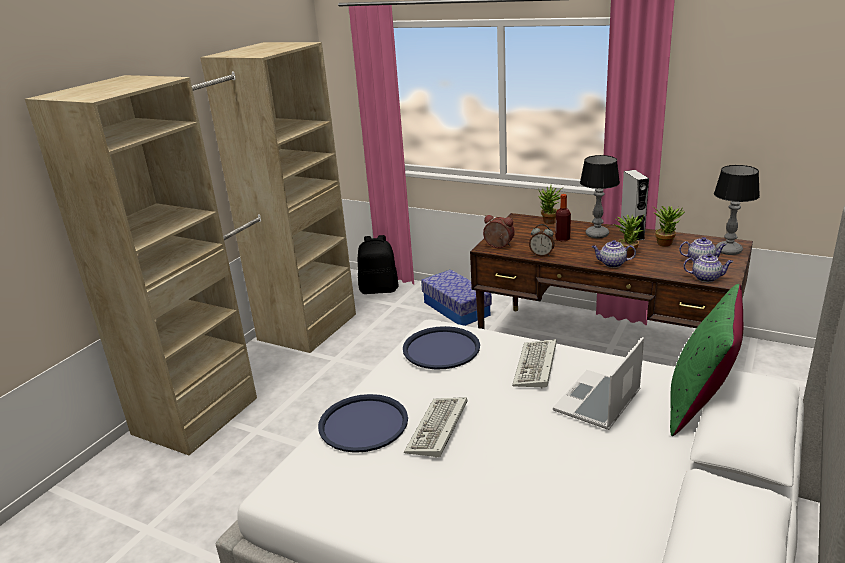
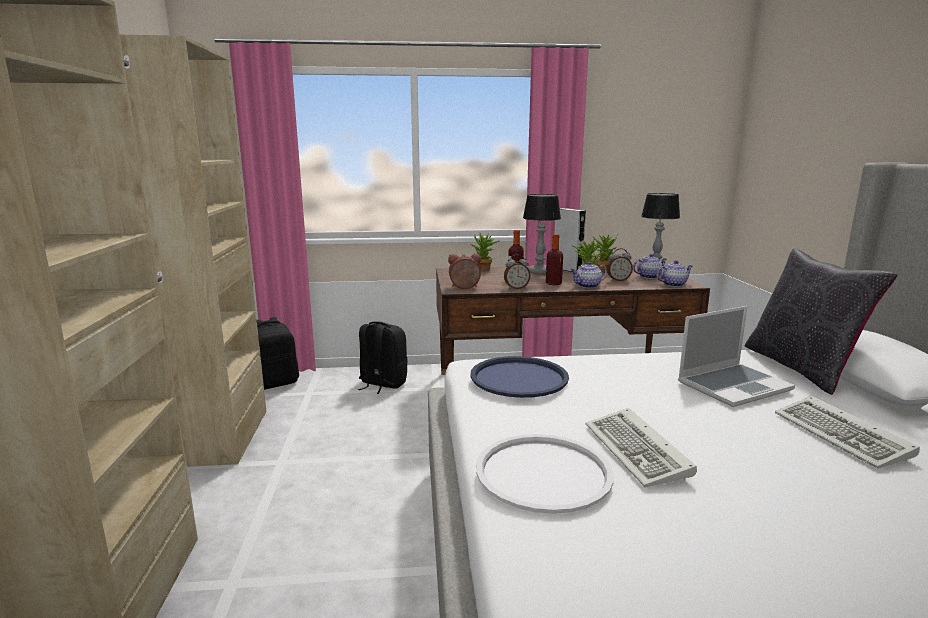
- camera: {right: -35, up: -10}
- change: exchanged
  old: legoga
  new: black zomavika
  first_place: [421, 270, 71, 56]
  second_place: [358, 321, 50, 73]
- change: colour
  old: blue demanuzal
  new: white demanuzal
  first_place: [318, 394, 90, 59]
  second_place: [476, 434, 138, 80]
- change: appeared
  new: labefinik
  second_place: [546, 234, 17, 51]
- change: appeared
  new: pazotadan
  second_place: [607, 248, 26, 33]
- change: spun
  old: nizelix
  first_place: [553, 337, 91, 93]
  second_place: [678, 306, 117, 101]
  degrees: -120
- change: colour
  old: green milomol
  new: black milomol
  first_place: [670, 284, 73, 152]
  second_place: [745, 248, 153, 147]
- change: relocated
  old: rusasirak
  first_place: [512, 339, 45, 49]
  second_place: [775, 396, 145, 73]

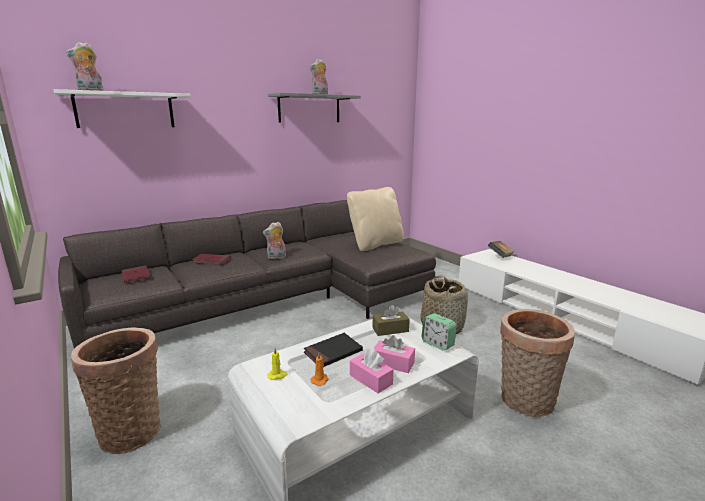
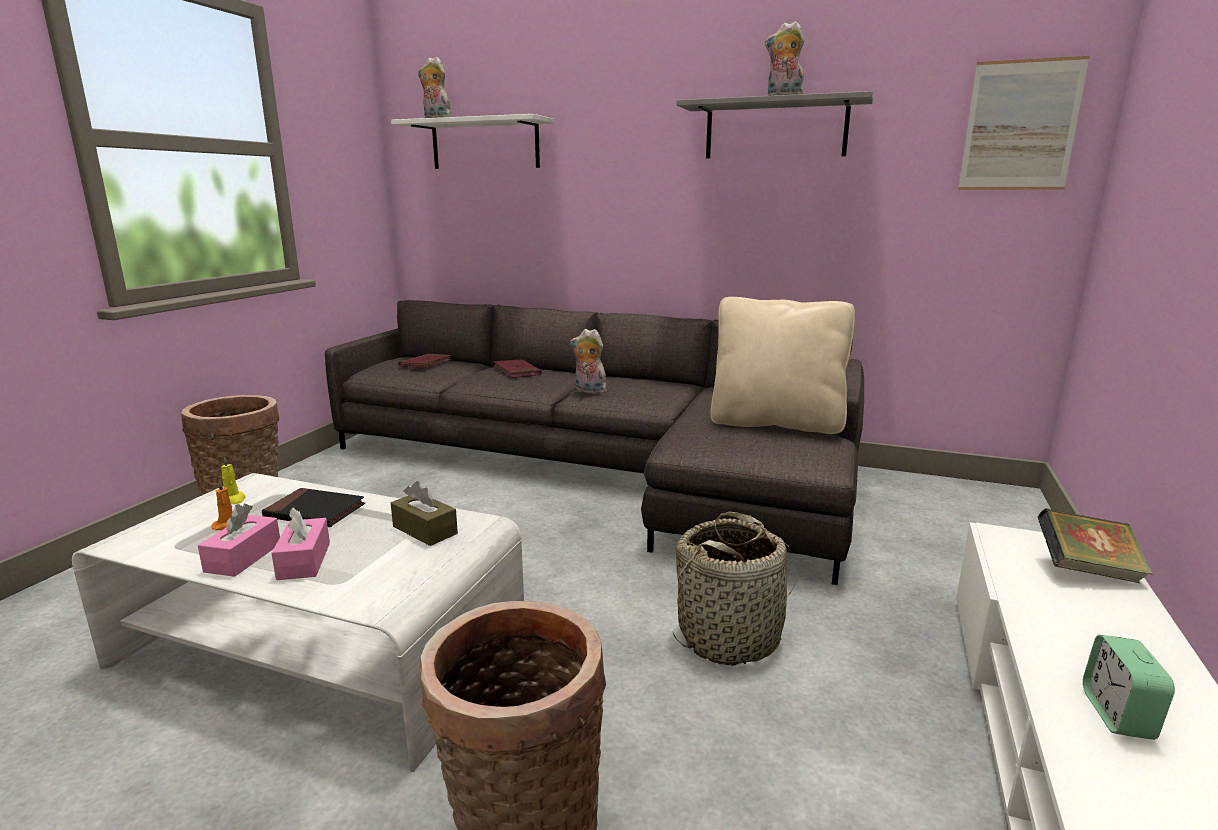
- camera: {right: 55, up: 0}
- change: appeared
  new: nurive
  second_place: [958, 56, 132, 134]
- change: relocated
  old: pazotadan
  first_place: [422, 313, 35, 38]
  second_place: [1083, 635, 92, 105]

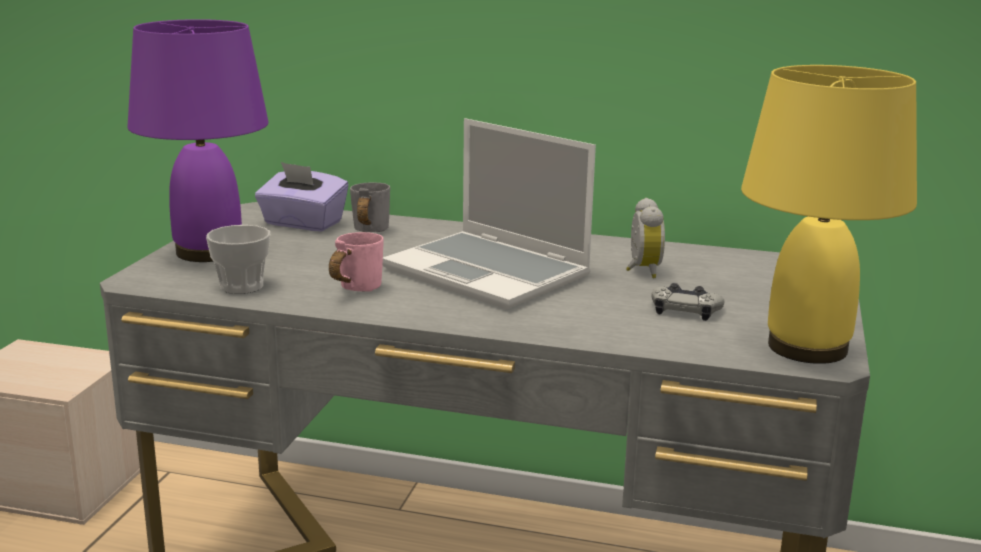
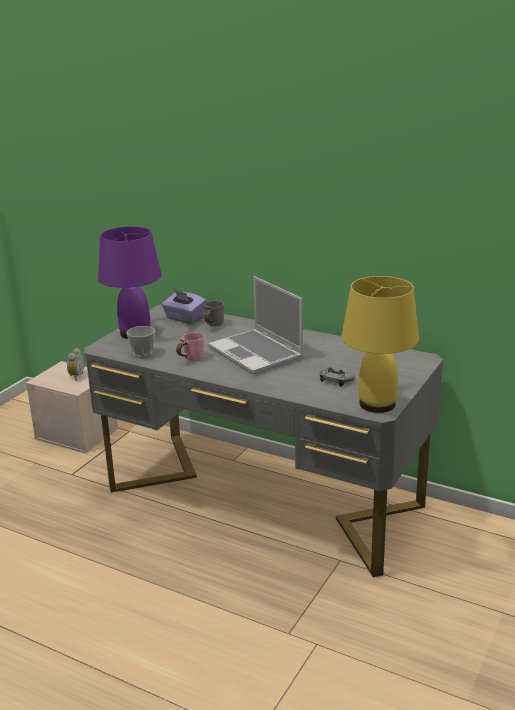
- camera: {right: 15, up: 5}
- change: relocated
  old: pazotadan
  first_place: [626, 198, 39, 80]
  second_place: [67, 348, 18, 33]

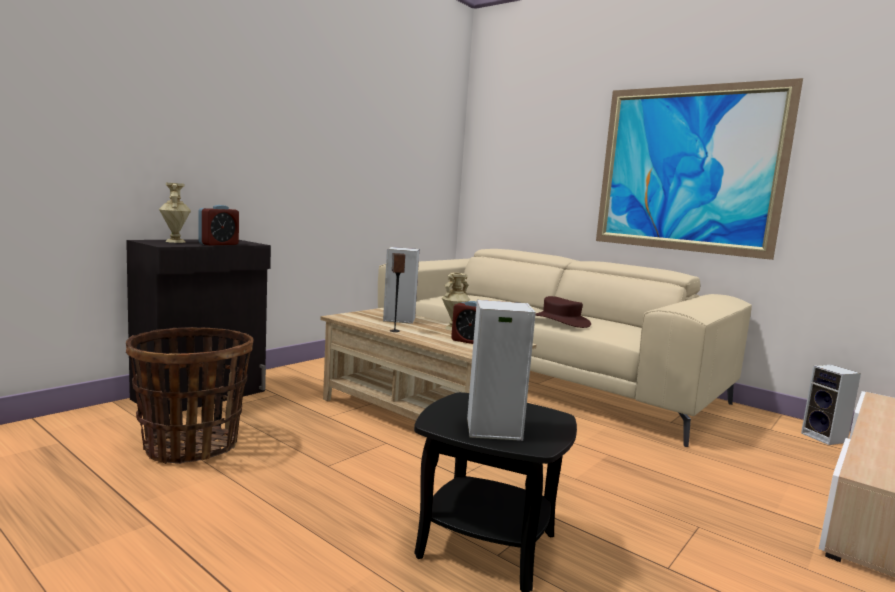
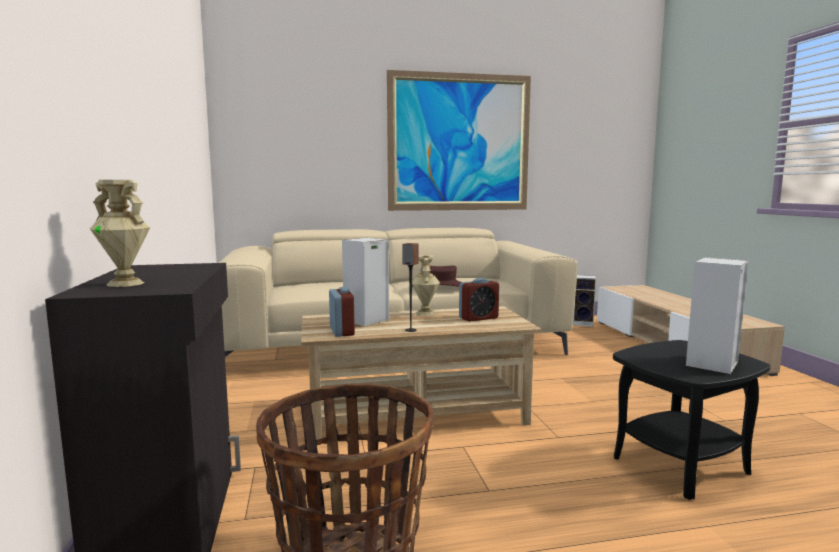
- camera: {right: -50, up: 0}
- change: relocated
  old: pazotadan
  first_place: [199, 205, 40, 41]
  second_place: [329, 287, 26, 50]

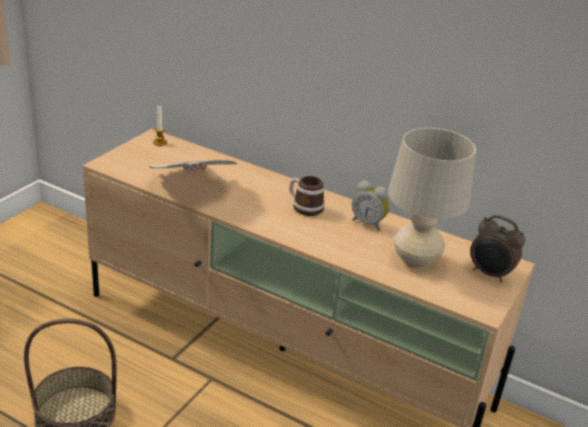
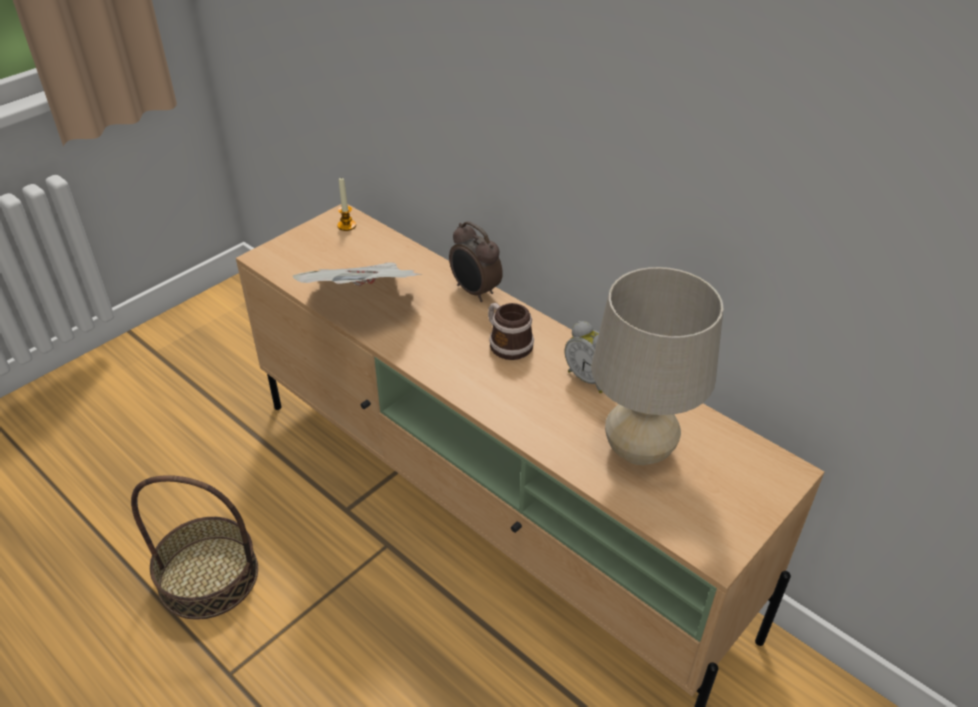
- camera: {right: 15, up: 10}
- change: relocated
  old: pazotadan
  first_place: [470, 215, 55, 67]
  second_place: [449, 221, 54, 81]

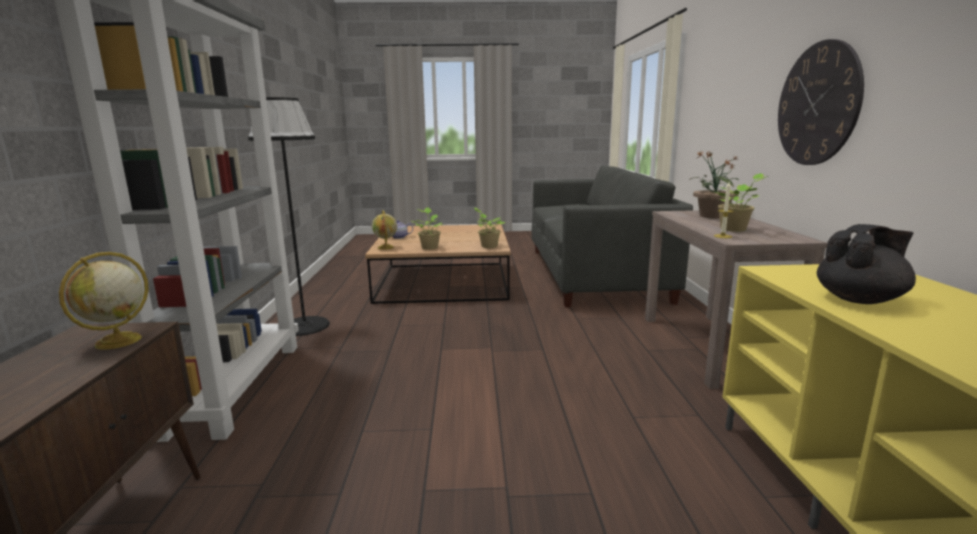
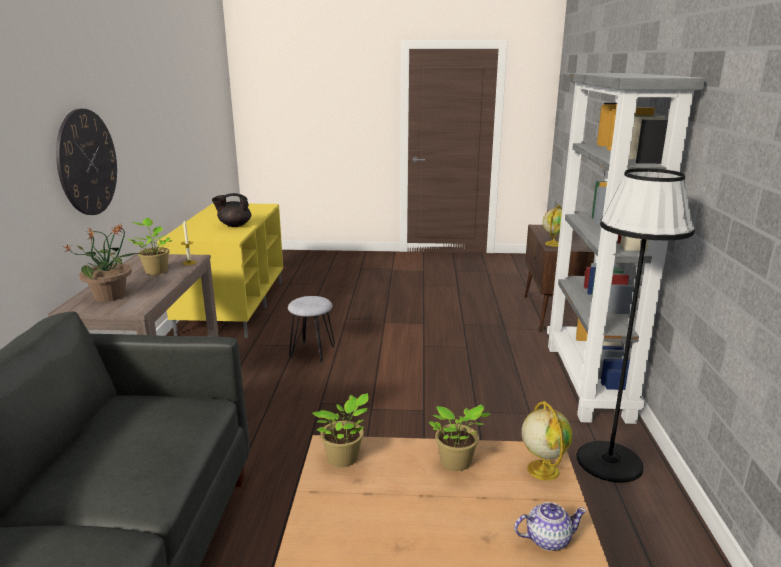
- camera: {right: -175, up: 5}
- change: appeared
  new: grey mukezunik
  second_place: [288, 296, 47, 66]

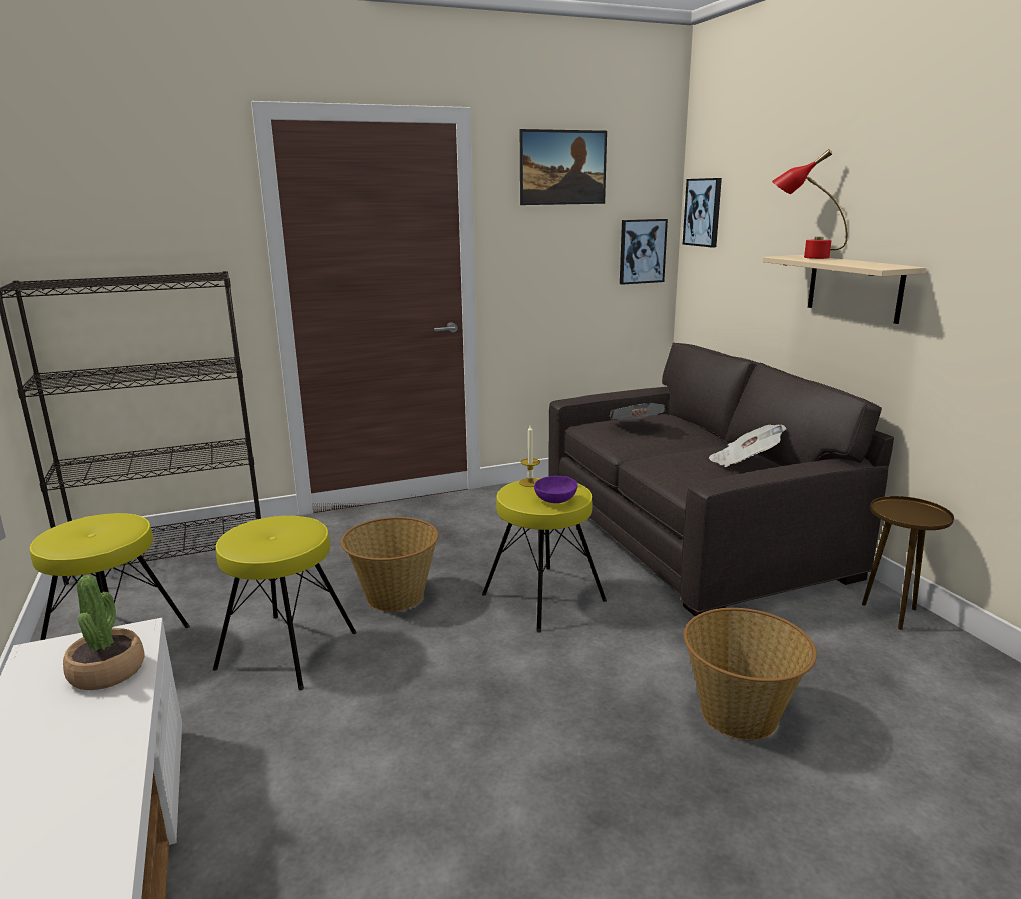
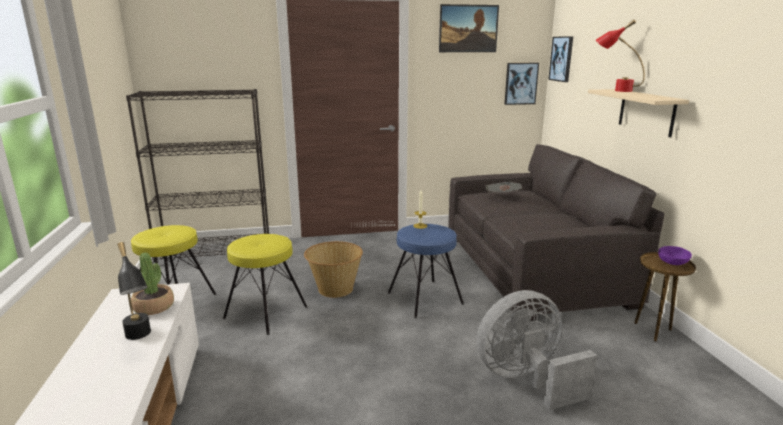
- camera: {right: 10, up: 0}
- change: appeared
  new: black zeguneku
  second_place: [117, 242, 34, 98]
- change: colour
  old: yellow mukezunik
  new: blue mukezunik
  first_place: [482, 478, 125, 155]
  second_place: [388, 224, 76, 94]
- change: exchanged
  old: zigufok
  new: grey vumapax
  first_place: [684, 608, 133, 132]
  second_place: [476, 290, 121, 120]
- change: relocated
  old: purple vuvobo
  first_place: [534, 476, 44, 27]
  second_place: [658, 246, 34, 19]
- change: missing
  old: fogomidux
  first_place: [709, 425, 78, 42]

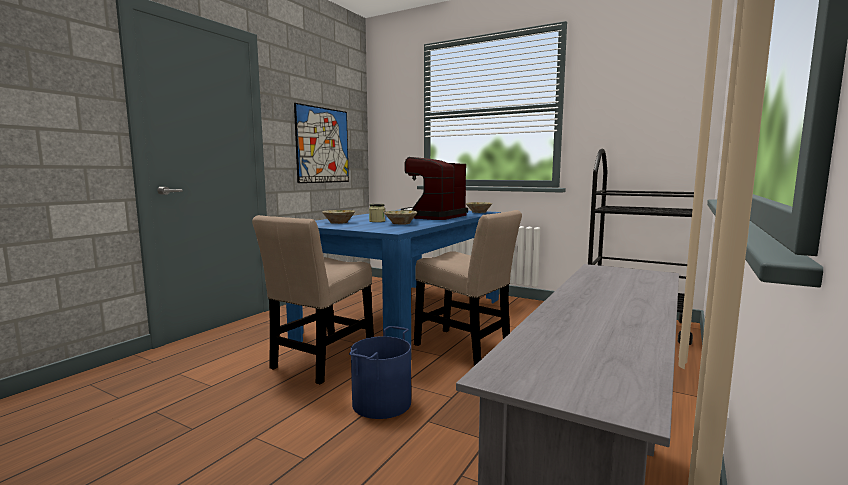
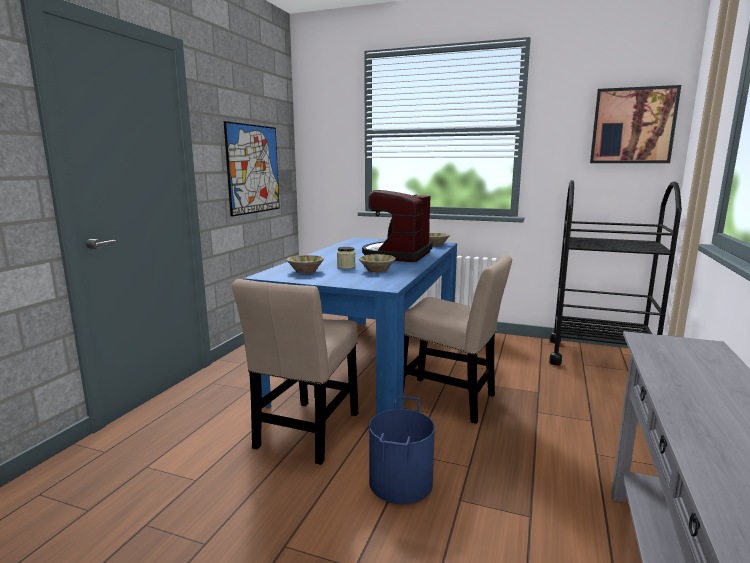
- camera: {right: -10, up: 5}
- change: appeared
  new: nurive
  second_place: [590, 85, 91, 78]

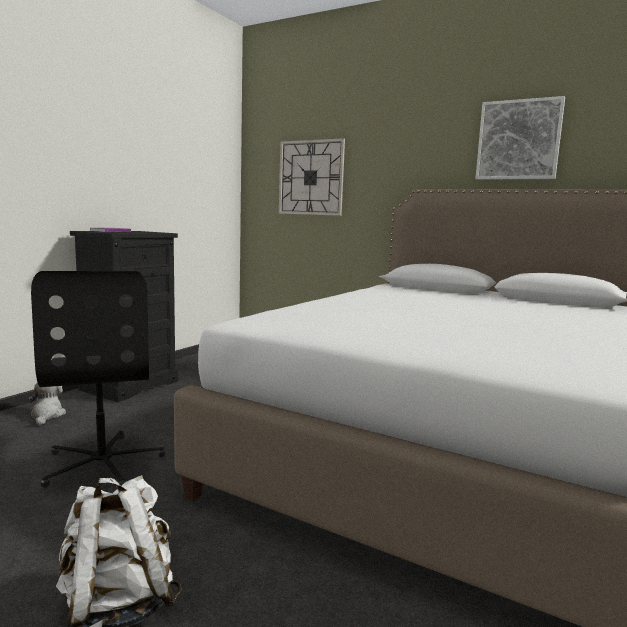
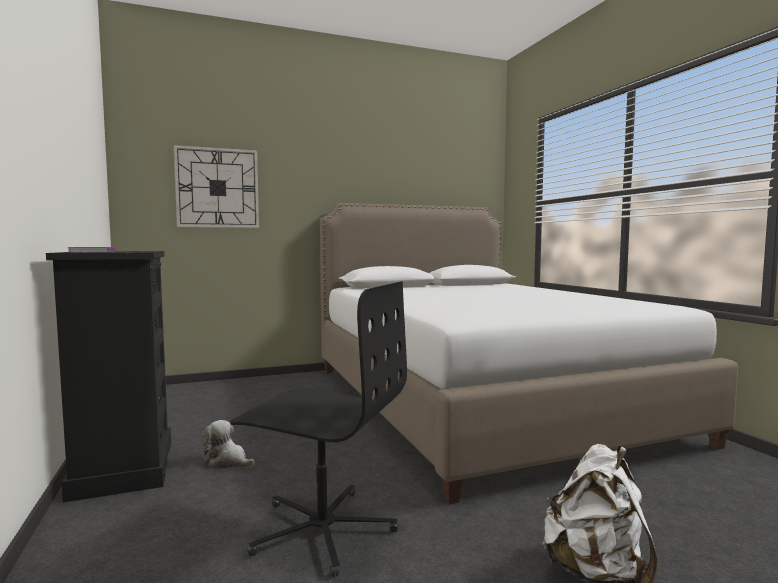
- camera: {right: -50, up: -5}
- change: relocated
  old: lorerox
  first_place: [28, 382, 38, 43]
  second_place: [202, 420, 53, 48]
- change: missing
  old: nurive
  first_place: [475, 96, 90, 84]

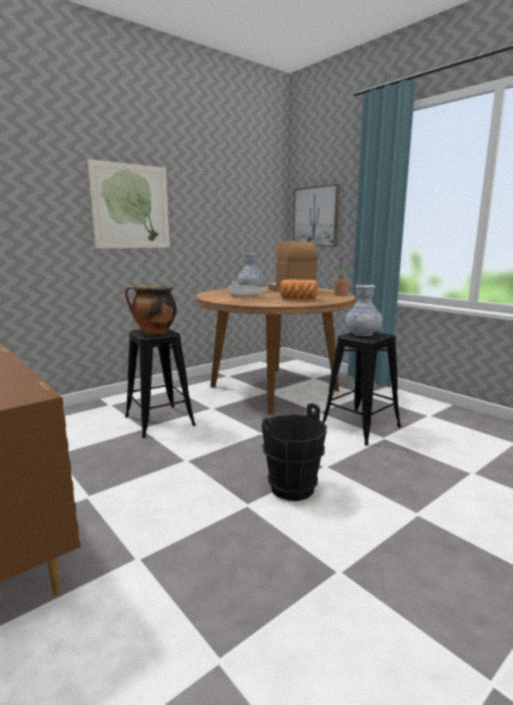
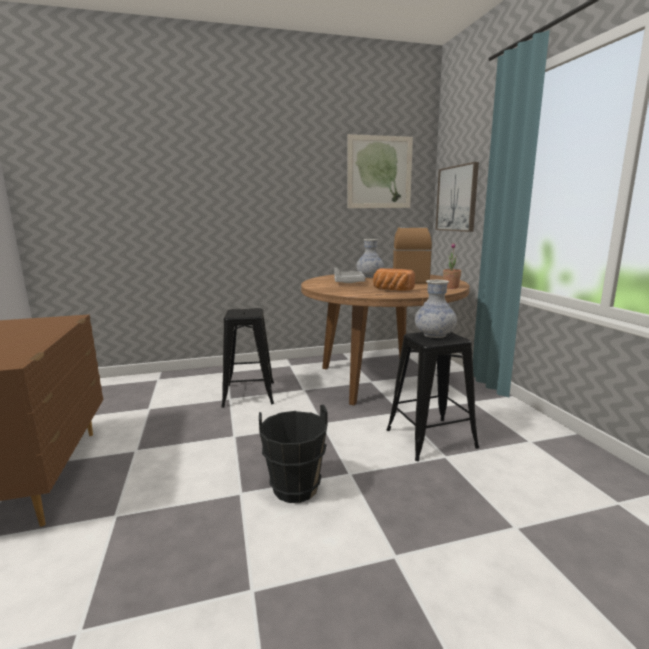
- camera: {right: 25, up: 0}
- change: relocated
  old: nurive
  first_place: [87, 159, 83, 89]
  second_place: [347, 134, 66, 74]
- change: missing
  old: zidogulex
  first_place: [125, 285, 52, 49]

